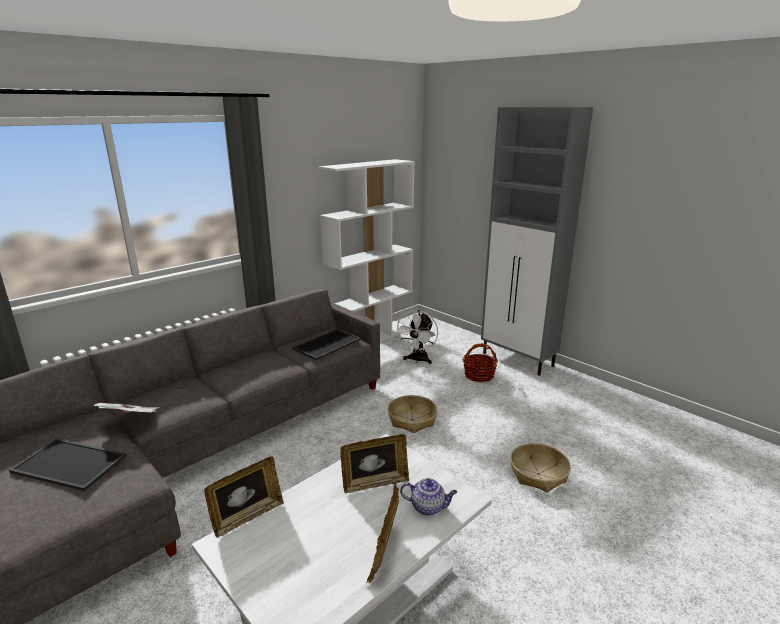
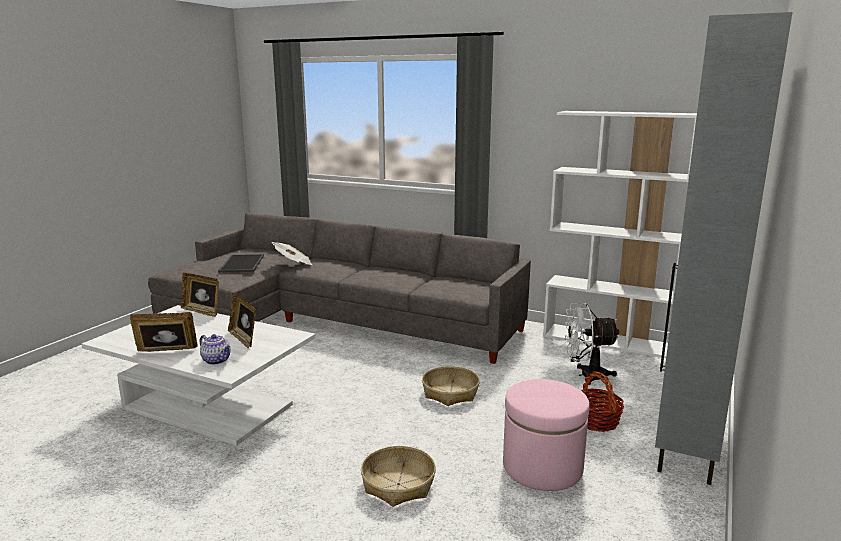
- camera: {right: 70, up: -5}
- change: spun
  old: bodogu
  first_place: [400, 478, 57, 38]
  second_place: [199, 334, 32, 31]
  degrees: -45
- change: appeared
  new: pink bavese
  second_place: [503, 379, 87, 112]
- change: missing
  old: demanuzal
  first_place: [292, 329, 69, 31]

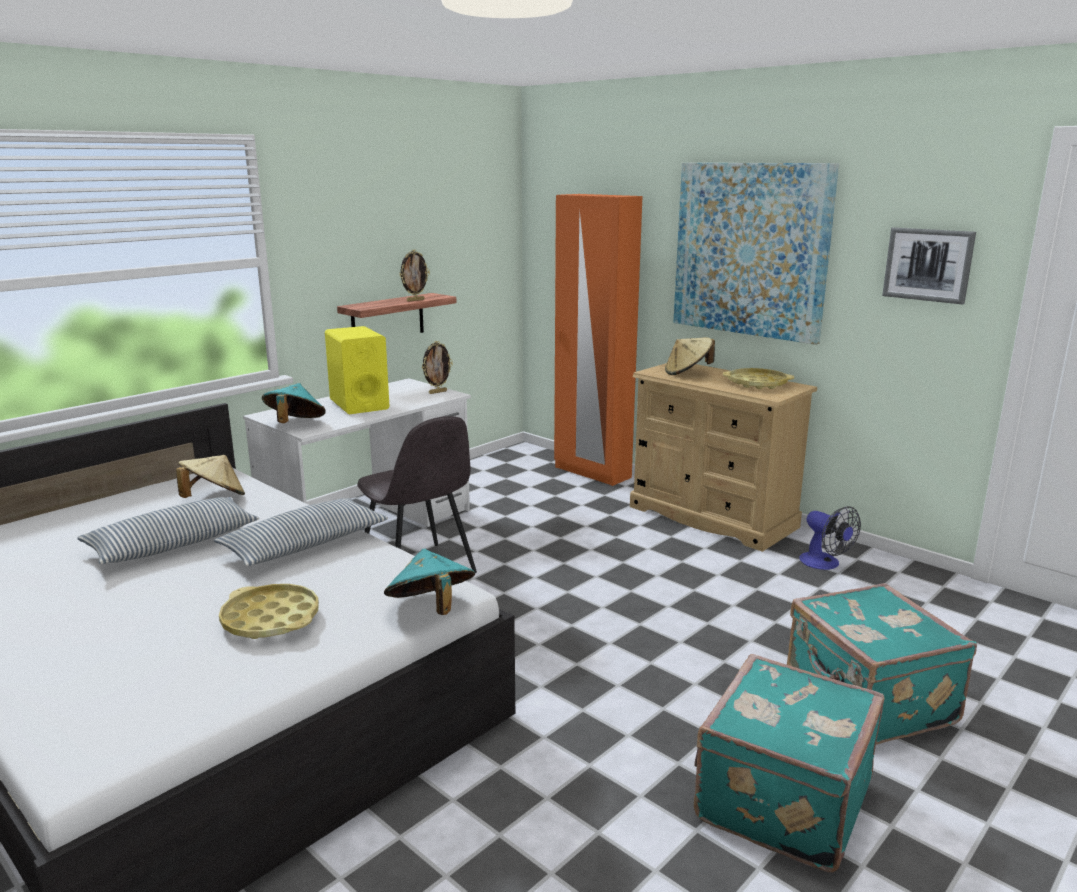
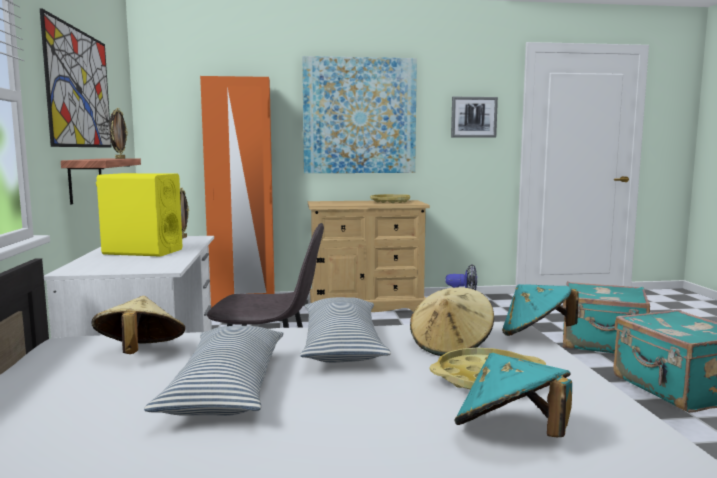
- camera: {right: -50, up: -10}
- change: appeared
  new: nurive
  second_place: [40, 8, 72, 140]
- change: relocated
  old: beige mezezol
  first_place: [665, 337, 50, 38]
  second_place: [410, 288, 84, 68]
- change: relocated
  old: turquoise mezezol
  first_place: [262, 383, 64, 40]
  second_place: [455, 353, 117, 84]

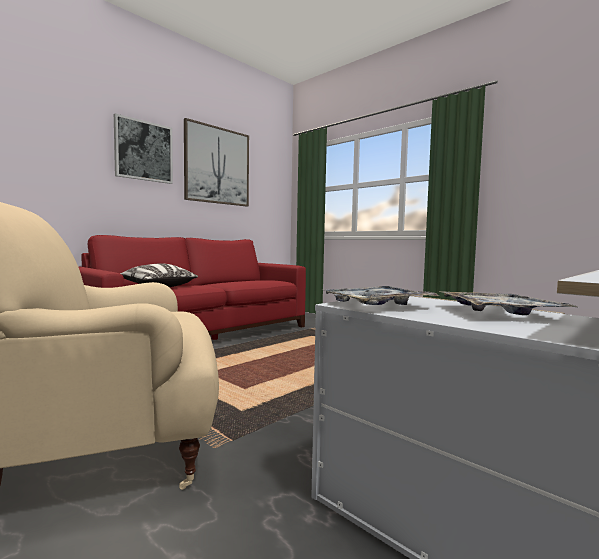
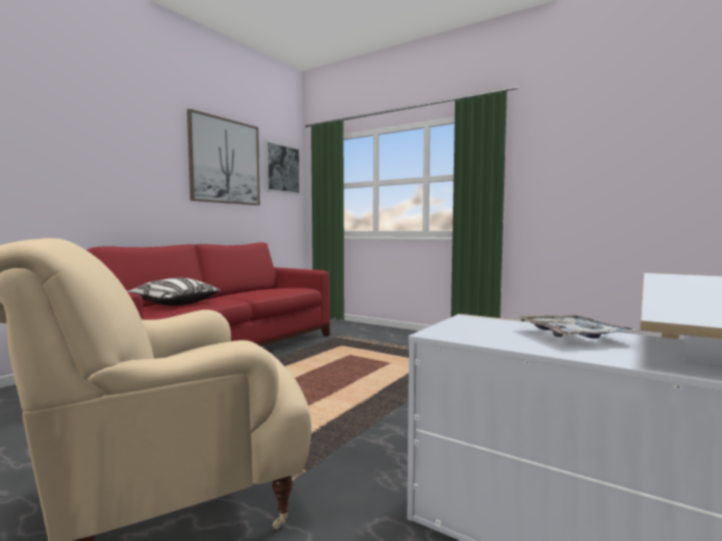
- camera: {right: -10, up: 0}
- change: relocated
  old: nurive
  first_place: [114, 113, 59, 71]
  second_place: [264, 140, 37, 55]
- change: missing
  old: demanuzal
  first_place: [325, 286, 114, 19]

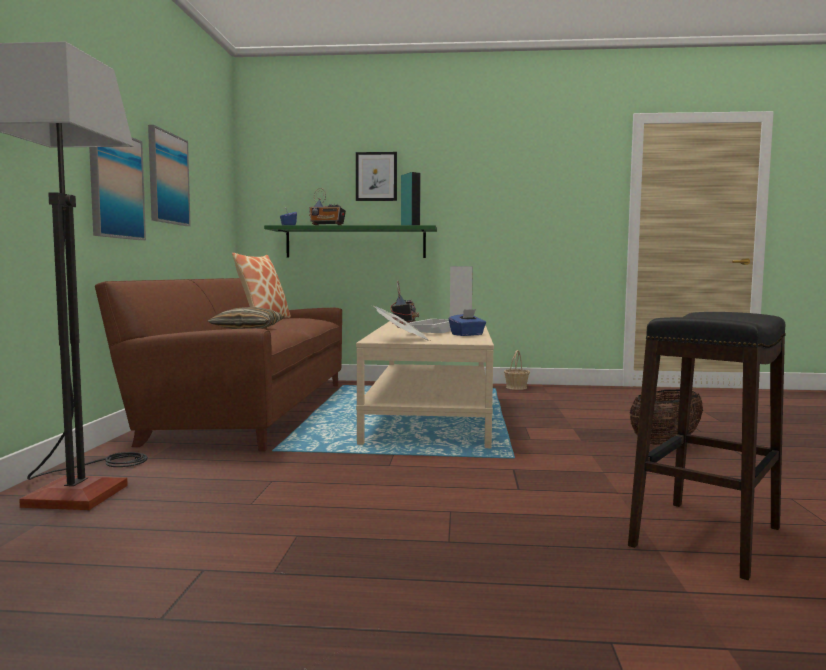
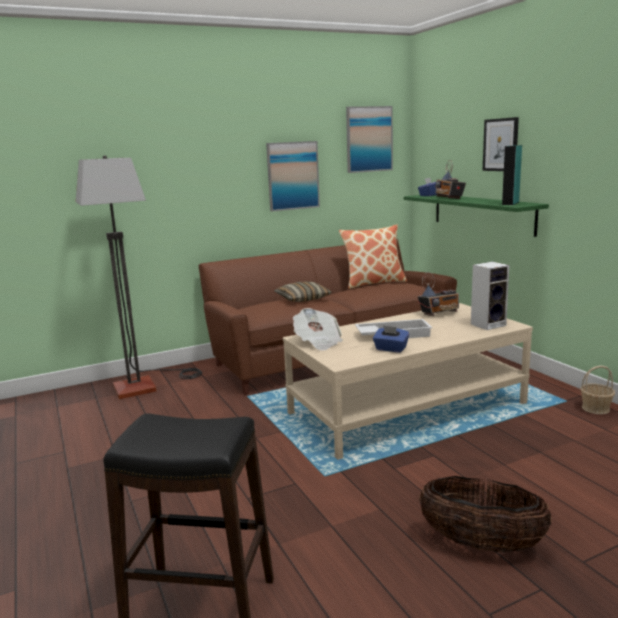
- camera: {right: 60, up: 10}
- change: relocated
  old: nurive
  first_place: [89, 137, 57, 103]
  second_place: [346, 106, 47, 67]

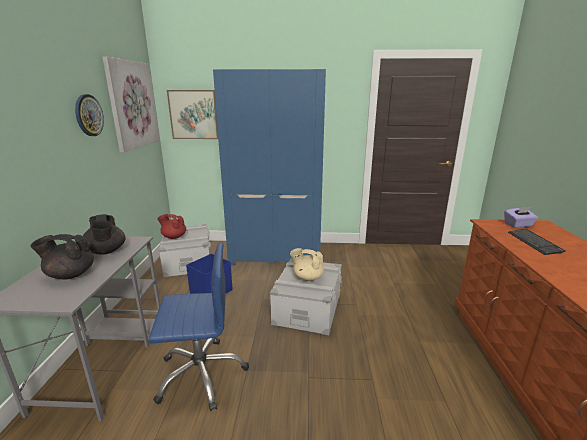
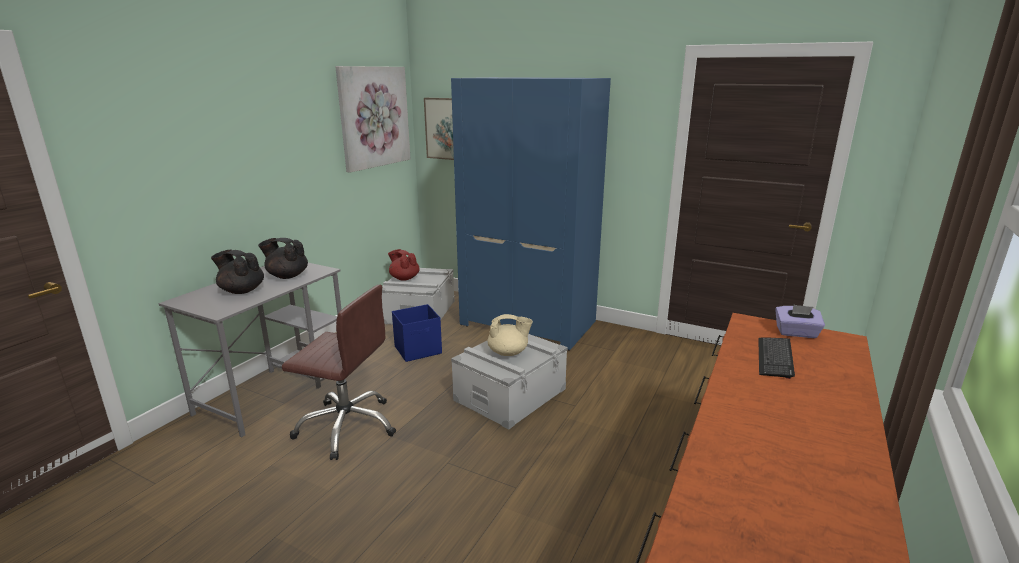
- camera: {right: 25, up: 0}
- change: spun
  old: black bodogu
  first_place: [83, 214, 43, 40]
  second_place: [258, 238, 50, 41]
  degrees: 105
- change: colour
  old: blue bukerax
  new: brown bukerax
  first_place: [149, 243, 100, 168]
  second_place: [282, 285, 114, 175]
- change: spun
  old: beige bodogu
  first_place: [290, 248, 34, 33]
  second_place: [488, 314, 45, 42]
  degrees: 135
- change: missing
  old: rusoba
  first_place: [75, 94, 29, 42]

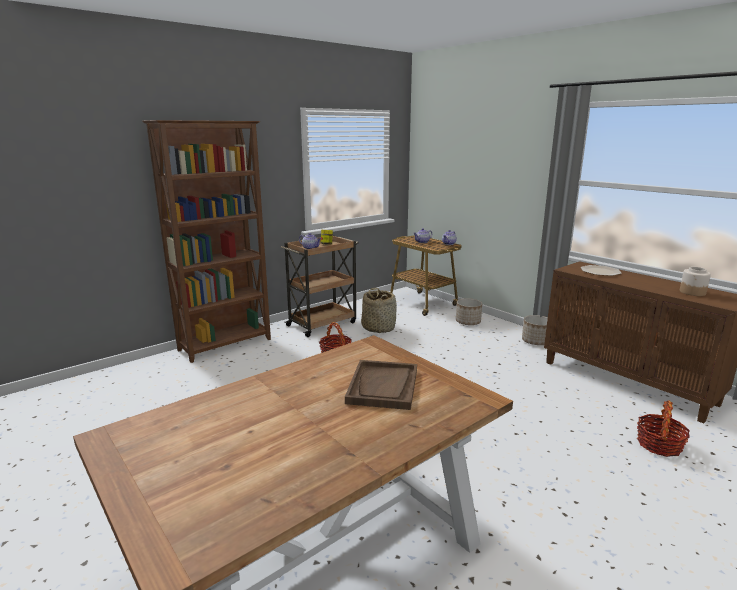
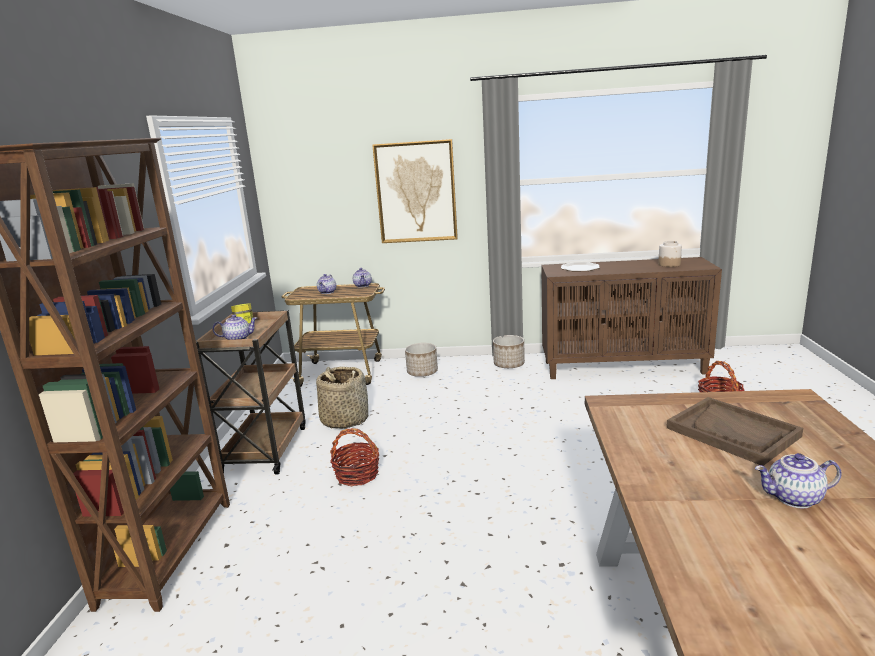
- camera: {right: -45, up: 0}
- change: appeared
  new: nurive
  second_place: [372, 139, 86, 104]
- change: appeared
  new: bodogu
  second_place: [755, 453, 87, 55]

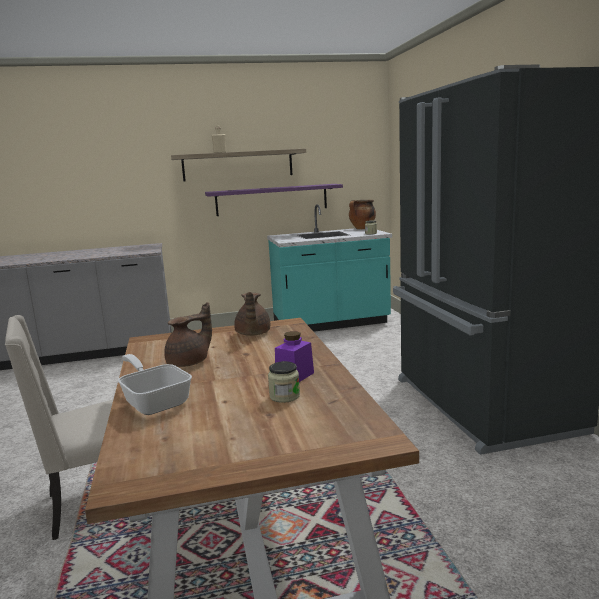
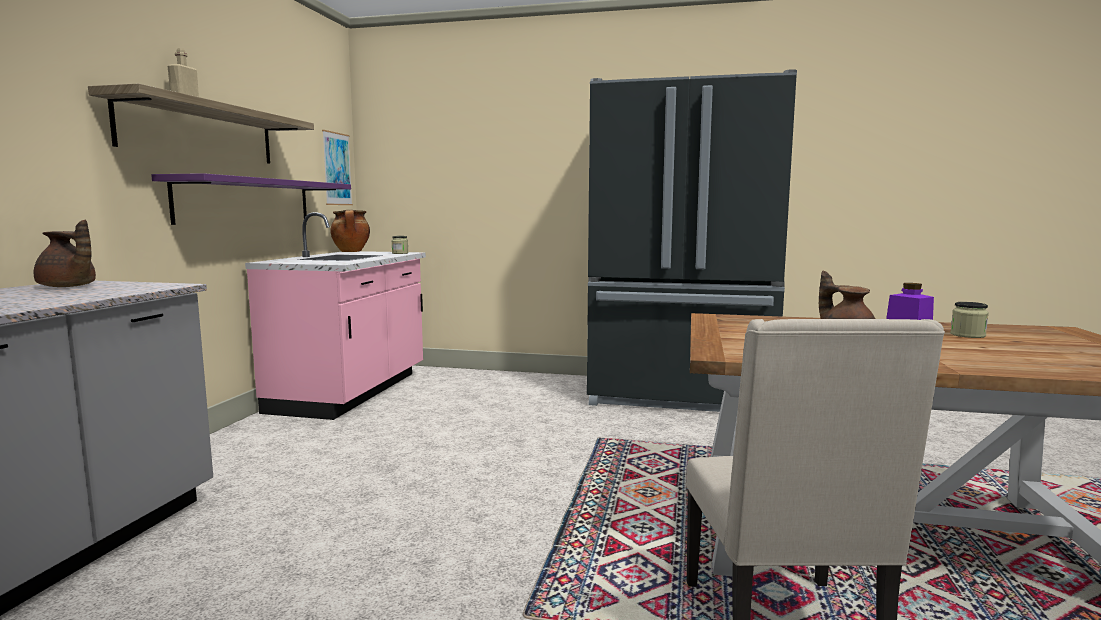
- camera: {right: -65, up: -5}
- change: relocated
  old: brown bodogu
  first_place: [234, 292, 36, 44]
  second_place: [34, 220, 62, 67]
- change: colour
  old: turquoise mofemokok
  new: pink mofemokok
  first_place: [267, 204, 125, 128]
  second_place: [245, 212, 181, 208]
- change: appeared
  new: nurive
  second_place: [322, 130, 31, 75]
- change: missing
  old: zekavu
  first_place: [118, 354, 74, 61]

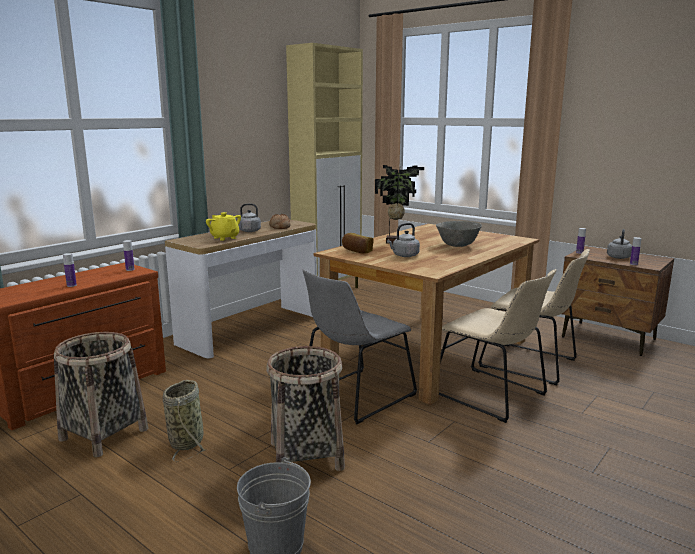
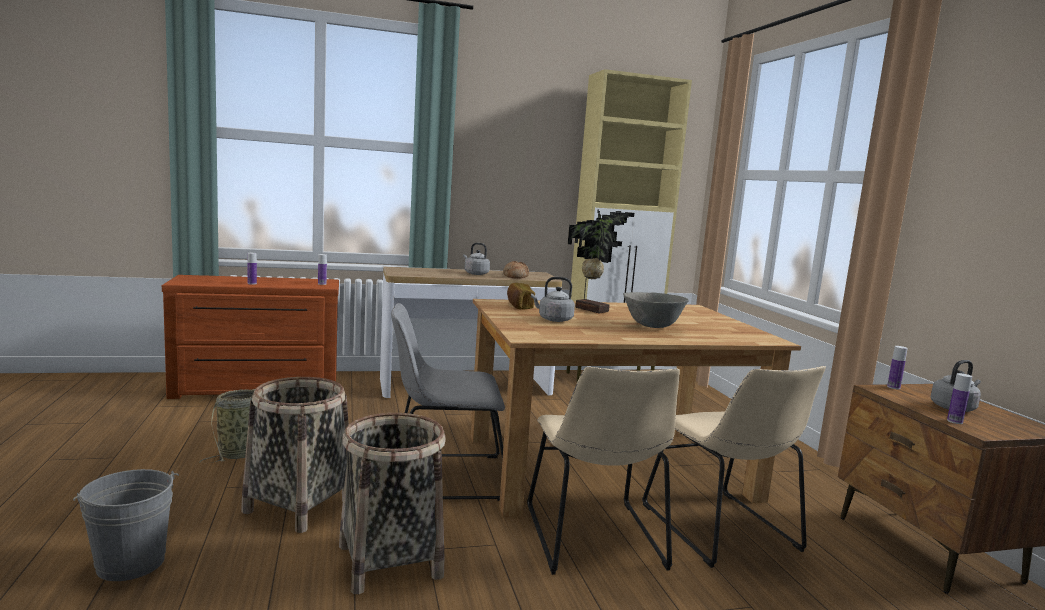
- camera: {right: 35, up: -5}
- change: relocated
  old: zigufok
  first_place: [54, 332, 94, 125]
  second_place: [339, 413, 107, 181]
- change: missing
  old: yellow bodogu
  first_place: [206, 212, 35, 29]

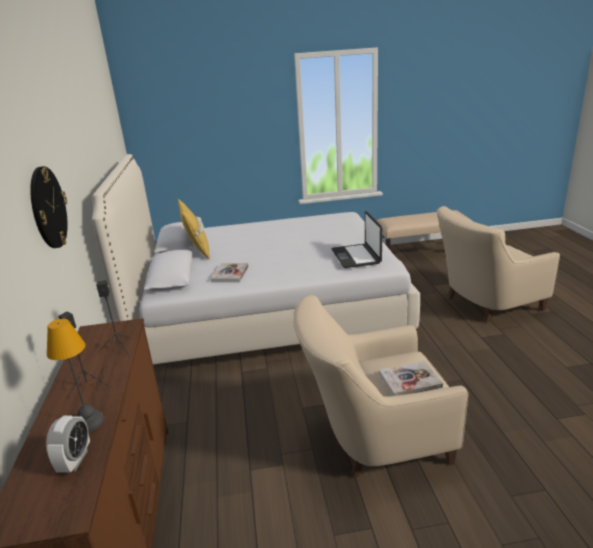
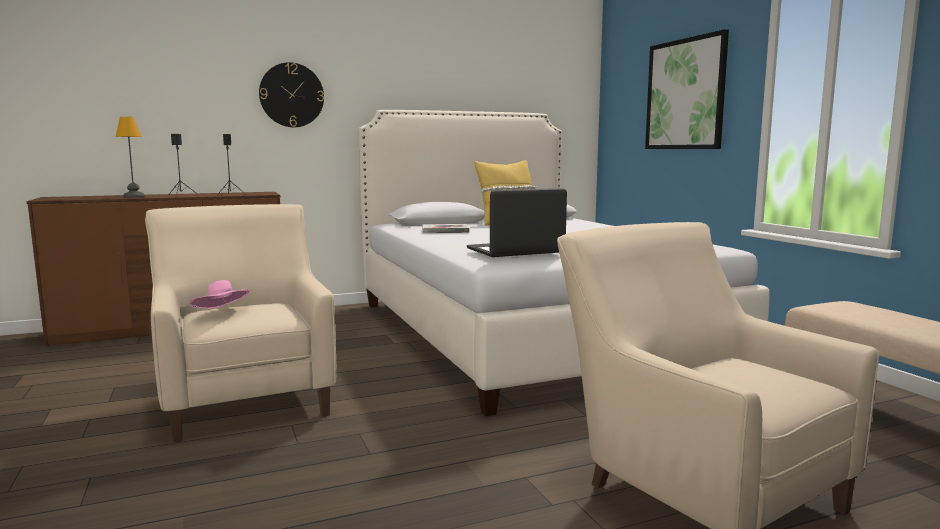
- camera: {right: 75, up: -15}
- change: exchanged
  old: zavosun
  new: pink mezezol
  first_place: [379, 361, 64, 35]
  second_place: [190, 280, 60, 29]
- change: appeared
  new: nurive
  second_place: [645, 29, 84, 120]
- change: missing
  old: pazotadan
  first_place: [46, 415, 44, 58]

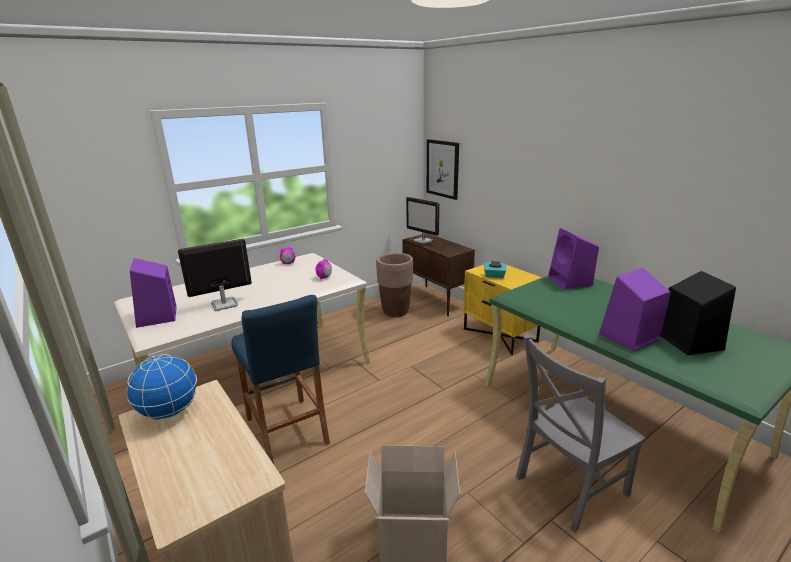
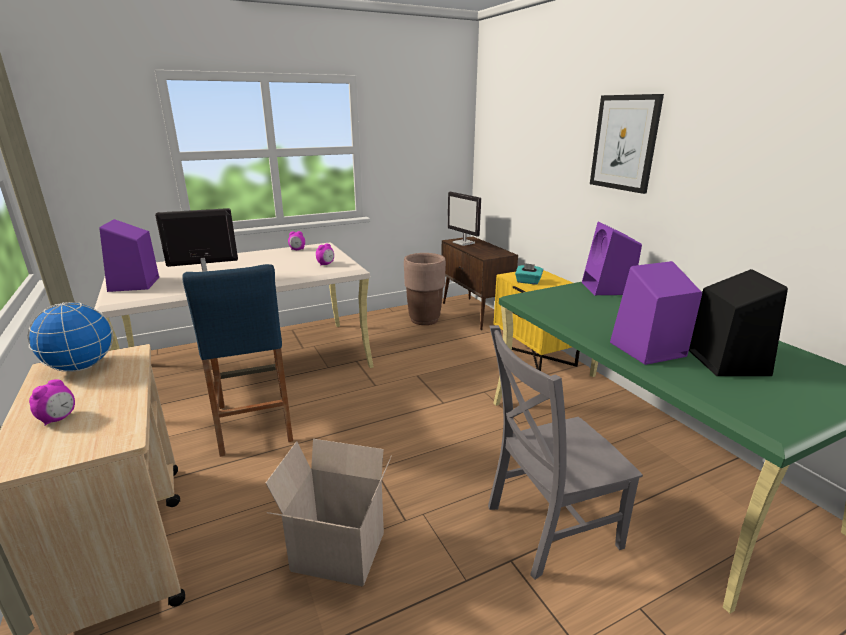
- camera: {right: 10, up: 0}
- change: appeared
  new: pazotadan
  second_place: [29, 379, 46, 47]
- change: relocated
  old: nurive
  first_place: [427, 139, 32, 61]
  second_place: [590, 94, 74, 100]

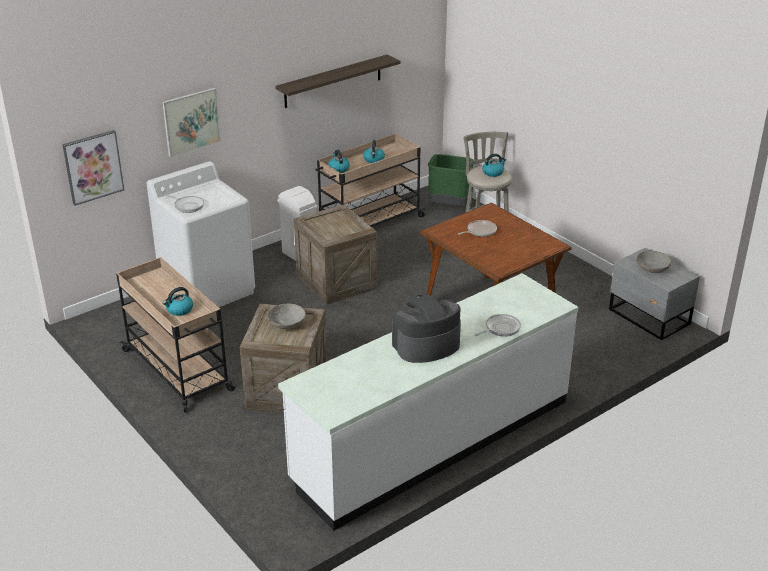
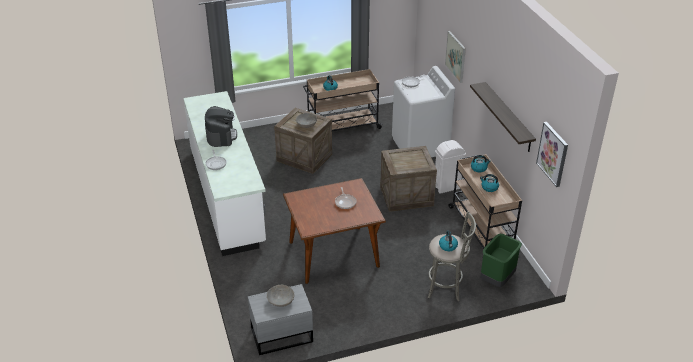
- camera: {right: 110, up: 5}
- change: relocated
  old: nurive
  first_place: [62, 130, 62, 76]
  second_place: [536, 122, 32, 65]

